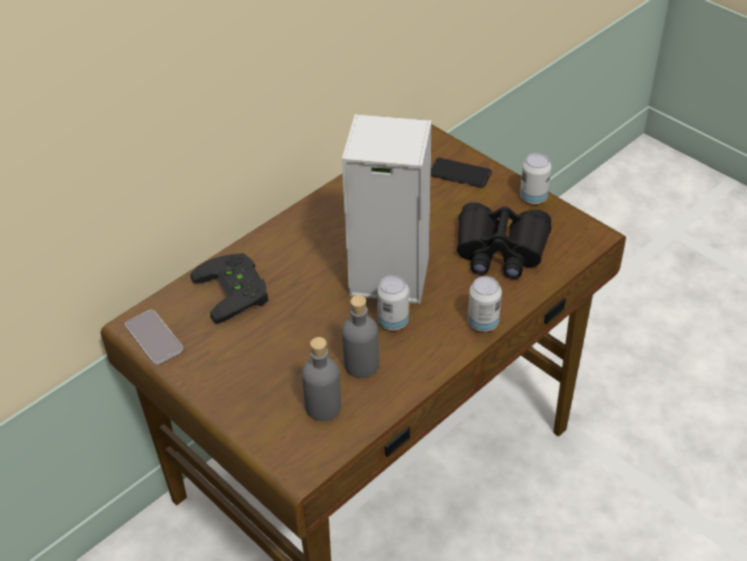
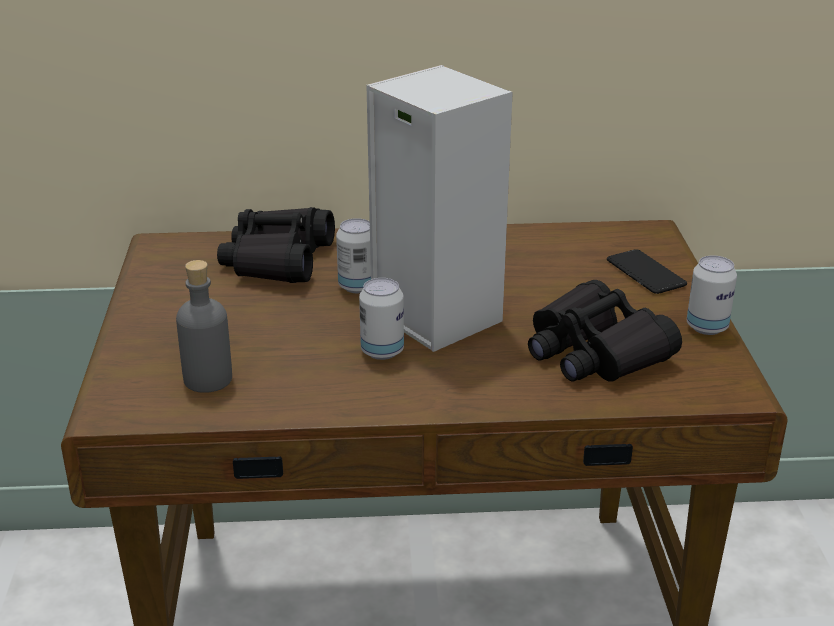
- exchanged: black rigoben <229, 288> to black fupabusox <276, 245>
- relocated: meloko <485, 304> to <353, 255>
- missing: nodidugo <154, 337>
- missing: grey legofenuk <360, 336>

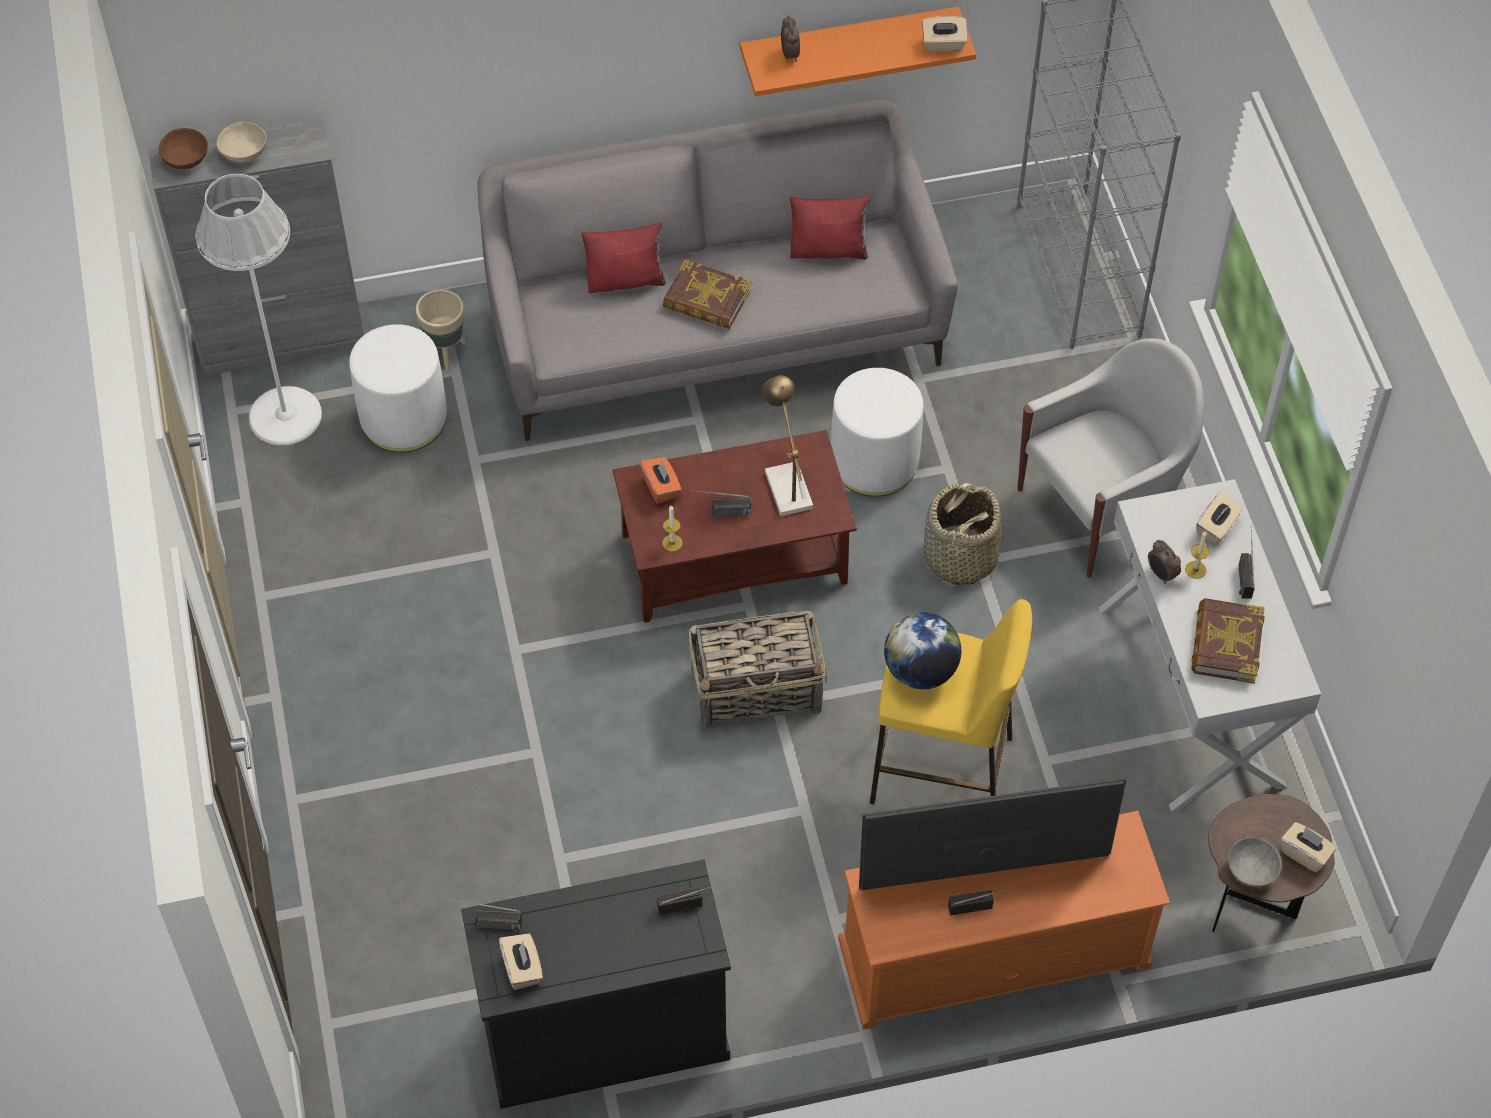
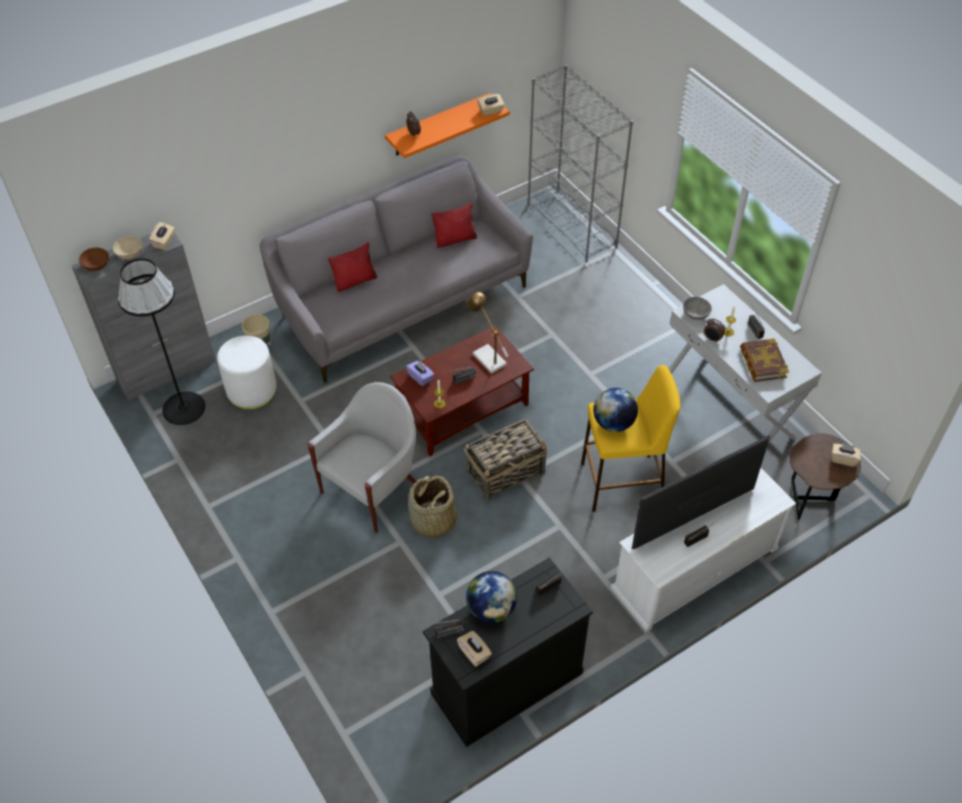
- colour: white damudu <258, 309> to black damudu <161, 341>
- relocated: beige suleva <1219, 518> to <162, 236>
- relocated: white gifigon <1111, 458> to <362, 457>
- colour: orange suleva <660, 480> to purple suleva <420, 373>
- relocated: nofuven <963, 535> to <432, 508>
- appeared: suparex <491, 597>
- colour: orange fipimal <1004, 920> to white fipimal <703, 550>
- relocated: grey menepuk <1255, 863> to <697, 308>
- missing: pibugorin <707, 294>
- missing: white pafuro <877, 432>

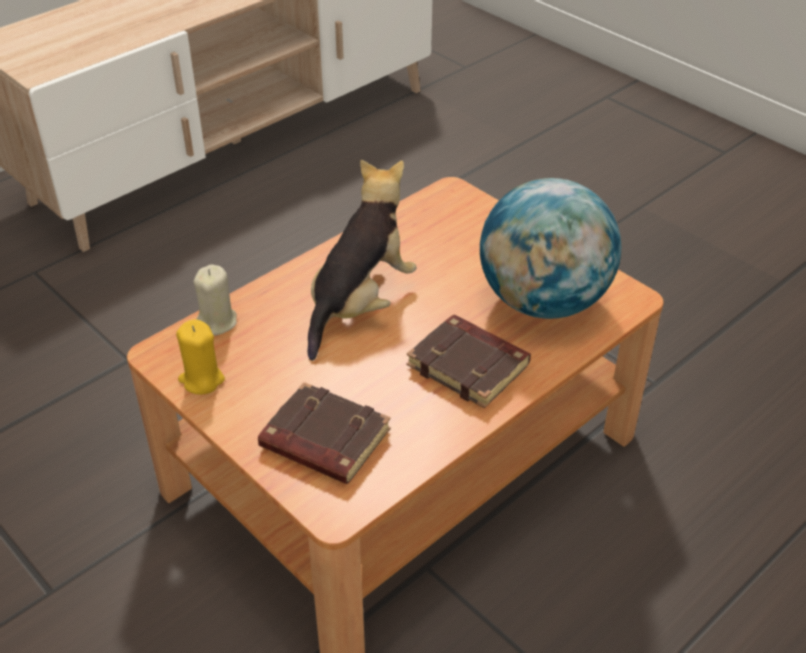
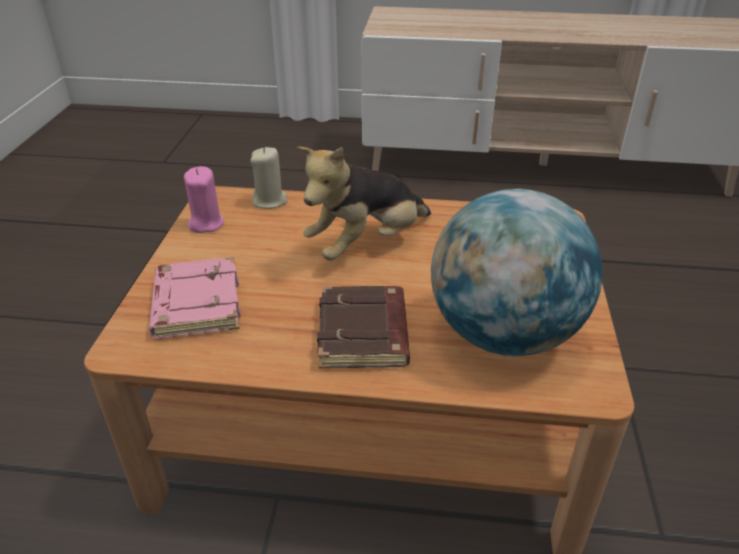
- colour: brown pibugorin <324, 433> to pink pibugorin <195, 298>
- colour: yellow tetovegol <200, 357> to pink tetovegol <204, 199>
- spun: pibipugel <362, 260> = <364, 204> 150 degrees clockwise

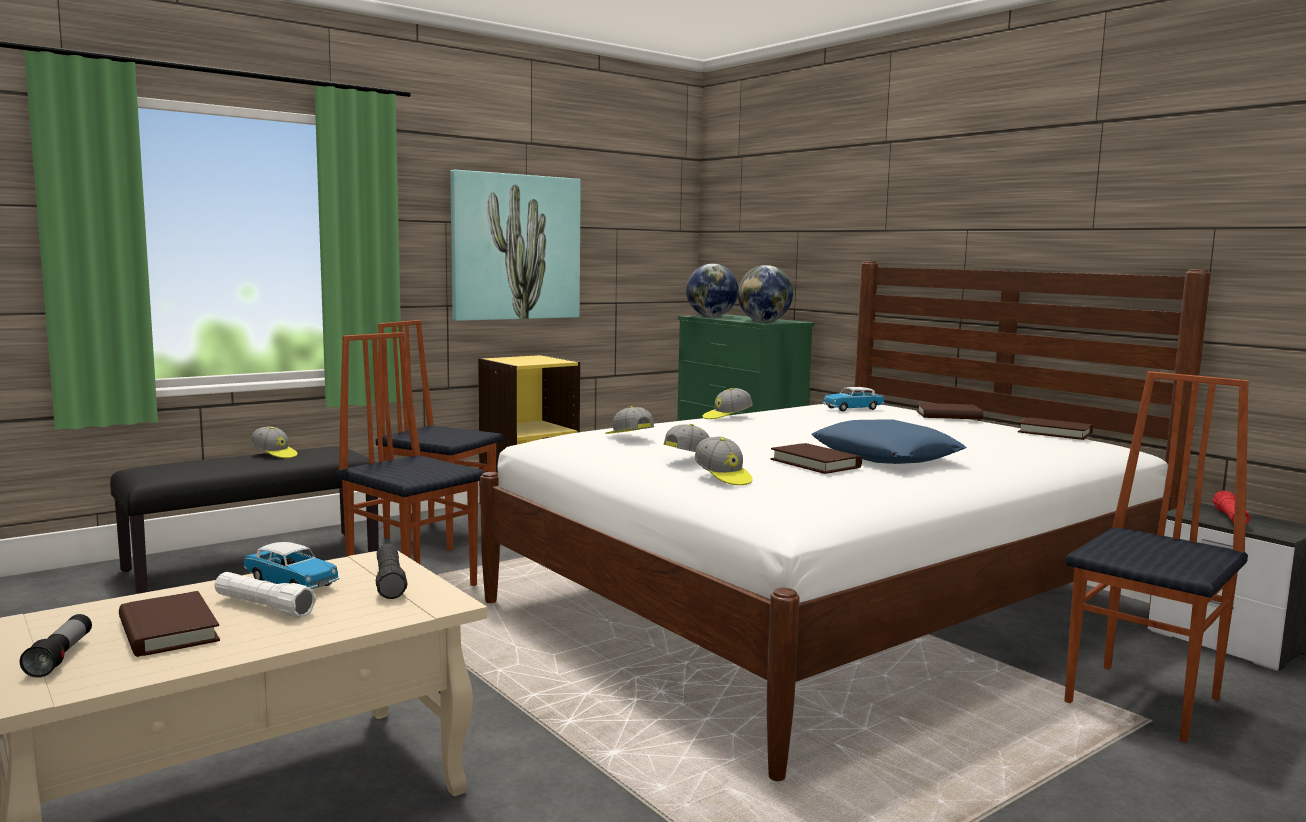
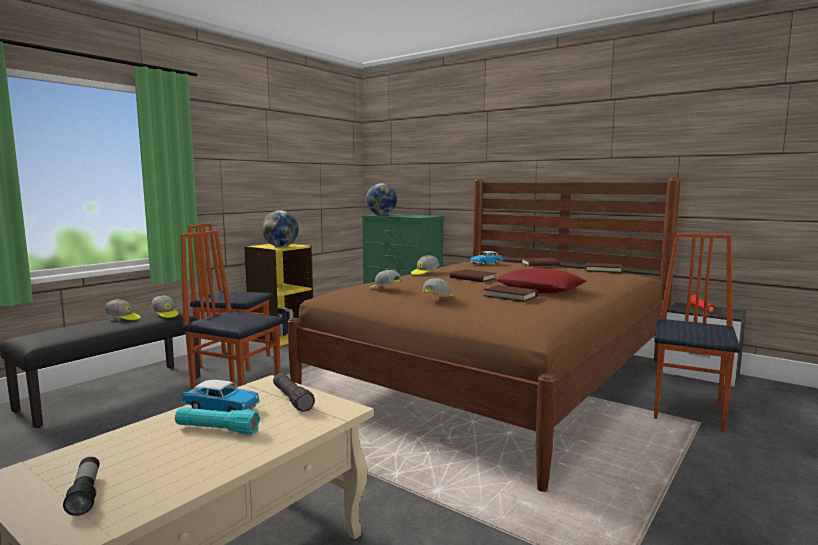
- relocated: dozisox <723, 460> to <165, 307>
- colour: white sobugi <265, 595> to turquoise sobugi <217, 420>
- relocated: suparex <765, 293> to <280, 228>
- colour: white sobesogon <845, 521> to brown sobesogon <484, 335>
- relocated: brown pibugorin <169, 624> to <473, 275>
- colour: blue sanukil <889, 441> to red sanukil <541, 280>
- missing: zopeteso <515, 245>

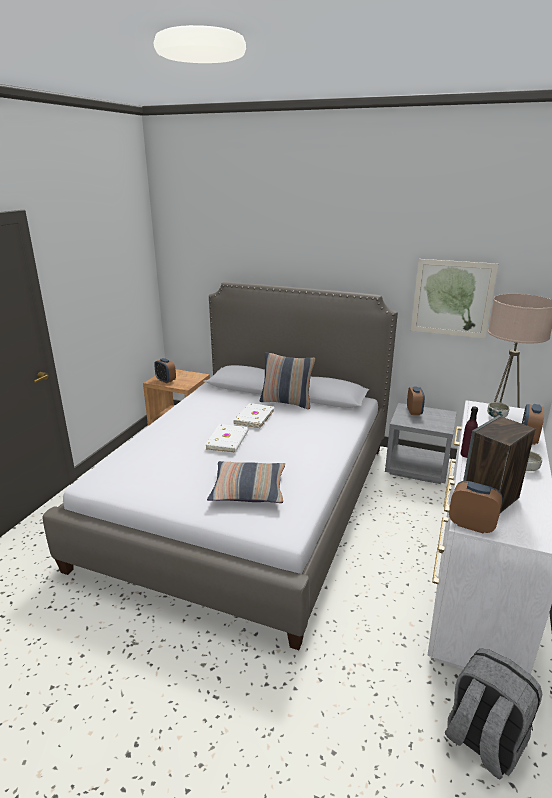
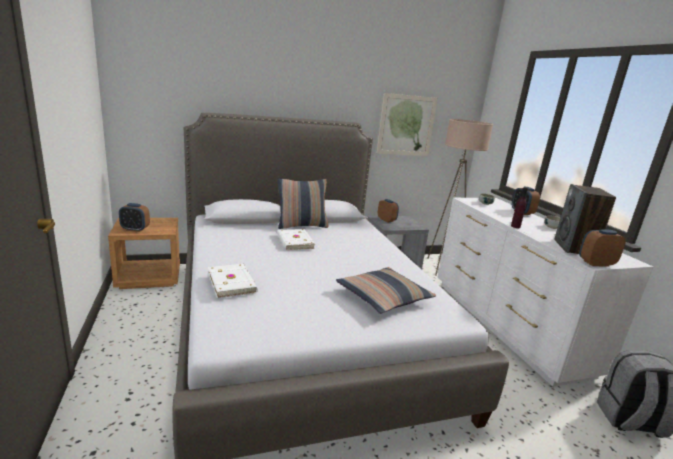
- relocated: white pibugorin <227, 438> to <233, 281>

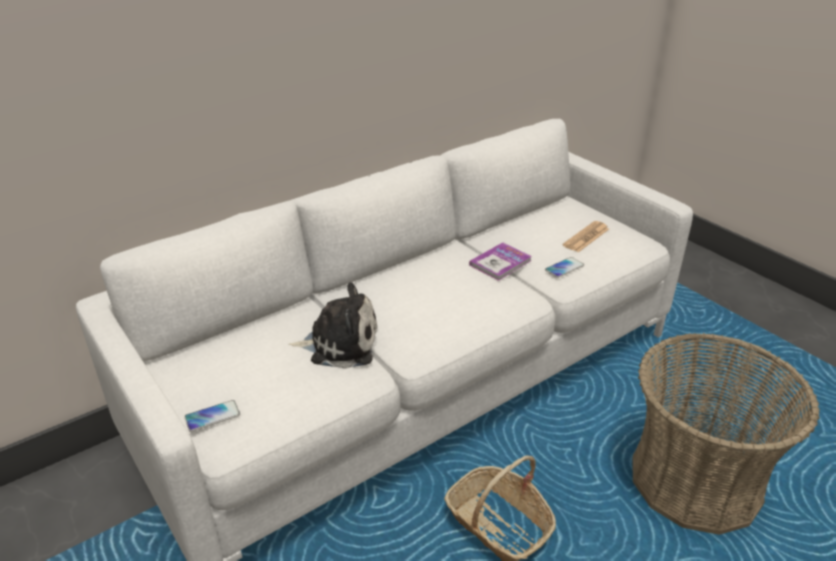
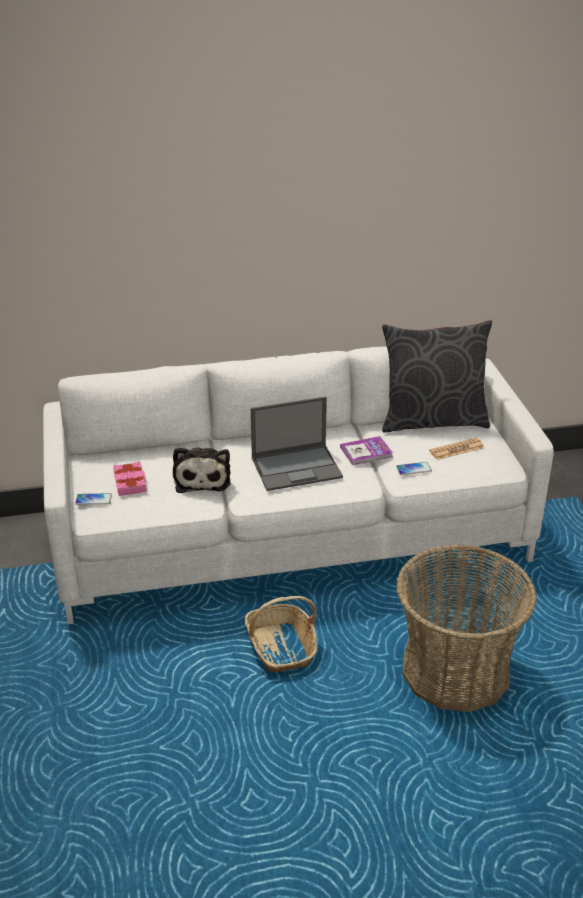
- appeared: pink pibugorin <130, 478>
- spun: pibipugel <332, 325> = <202, 470> 60 degrees clockwise
- appeared: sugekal <297, 443>
- appeared: grey sanukil <437, 376>

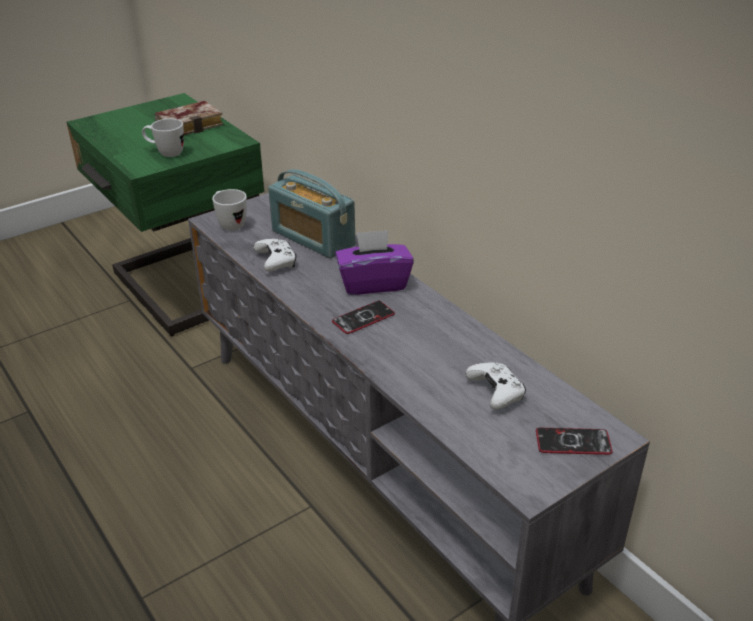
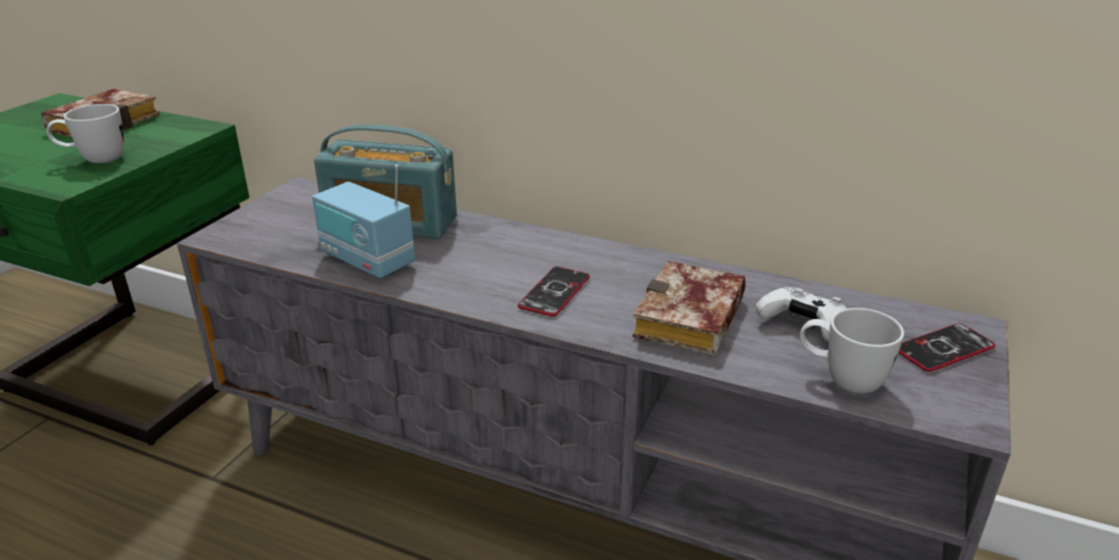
- exchanged: white rigoben <274, 255> to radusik <363, 222>
- appeared: pibugorin <689, 308>
- relocated: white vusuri <229, 210> to <852, 351>
- missing: purple suleva <374, 262>

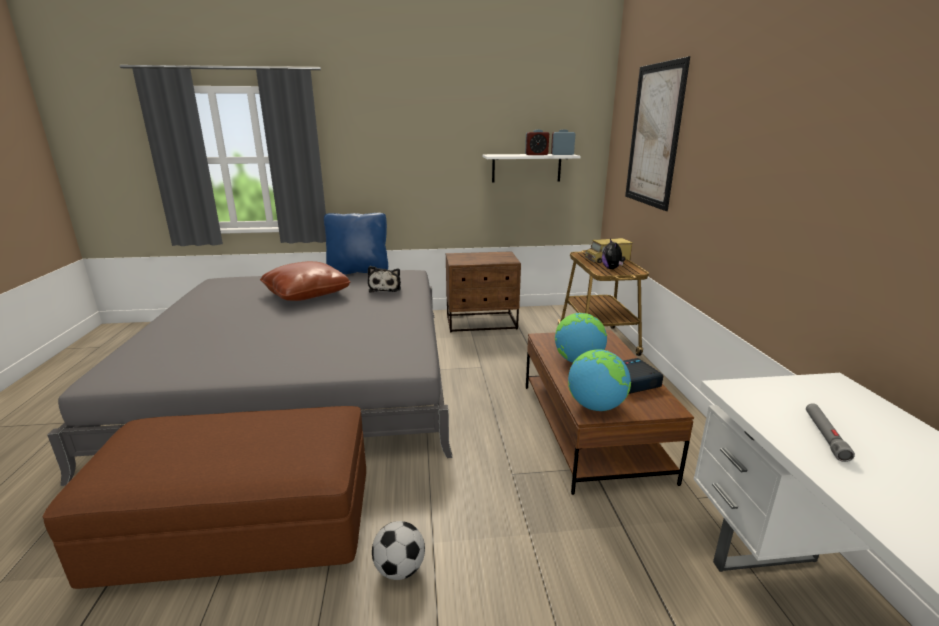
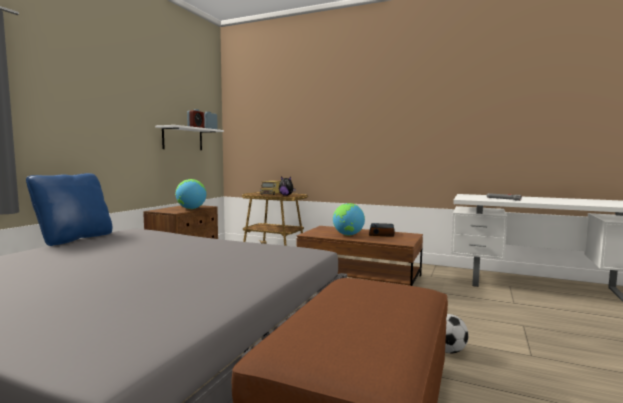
- relocated: suparex <599, 380> to <191, 194>
- missing: brown sanukil <305, 281>
- missing: pibipugel <384, 279>
- missing: zopeteso <657, 133>

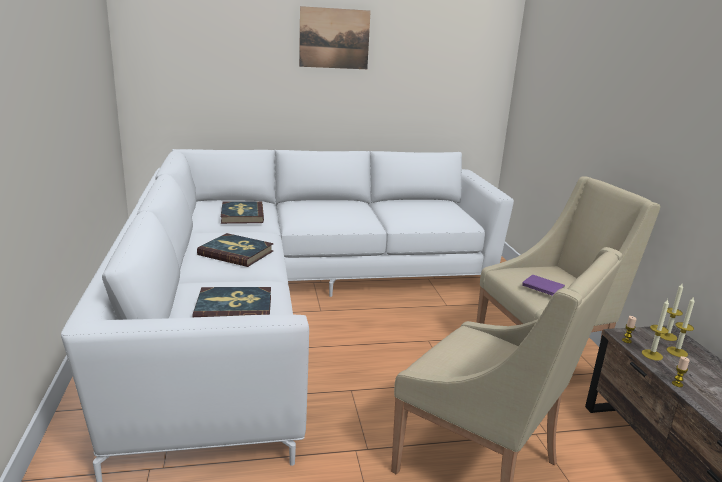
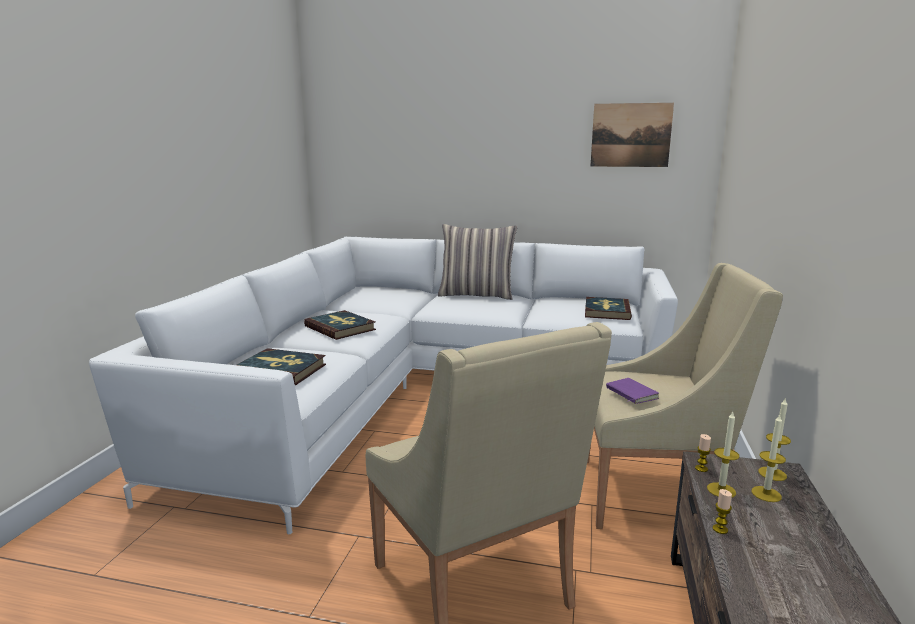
- appeared: sanukil <477, 262>
- relocated: pibugorin <242, 212> to <608, 308>
- relocated: zopeteso <335, 37> to <632, 135>

